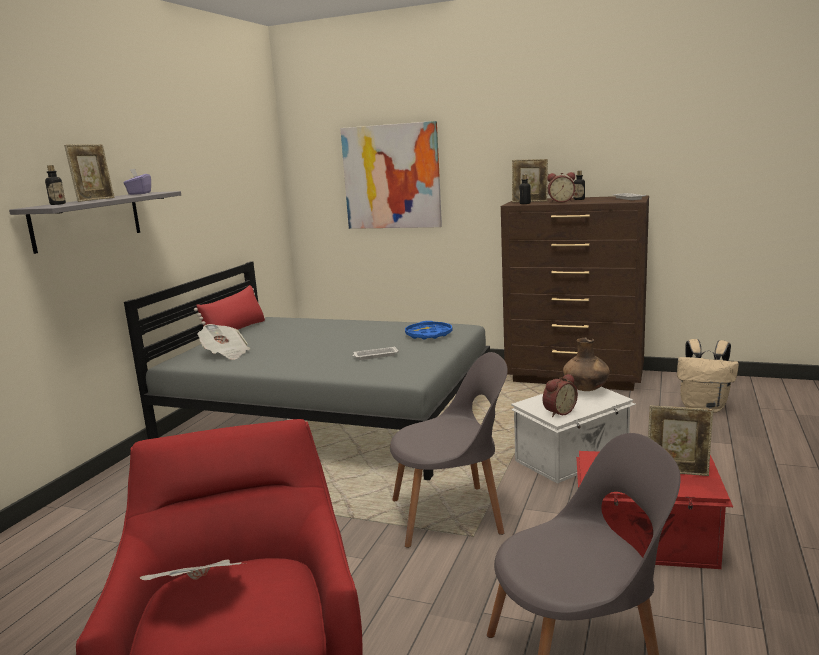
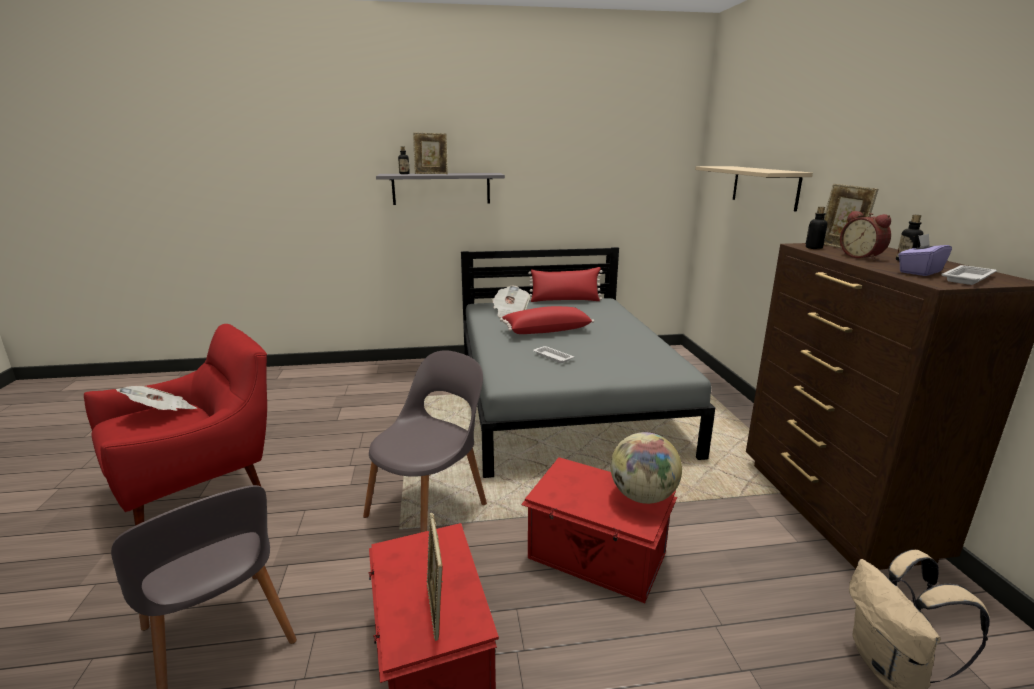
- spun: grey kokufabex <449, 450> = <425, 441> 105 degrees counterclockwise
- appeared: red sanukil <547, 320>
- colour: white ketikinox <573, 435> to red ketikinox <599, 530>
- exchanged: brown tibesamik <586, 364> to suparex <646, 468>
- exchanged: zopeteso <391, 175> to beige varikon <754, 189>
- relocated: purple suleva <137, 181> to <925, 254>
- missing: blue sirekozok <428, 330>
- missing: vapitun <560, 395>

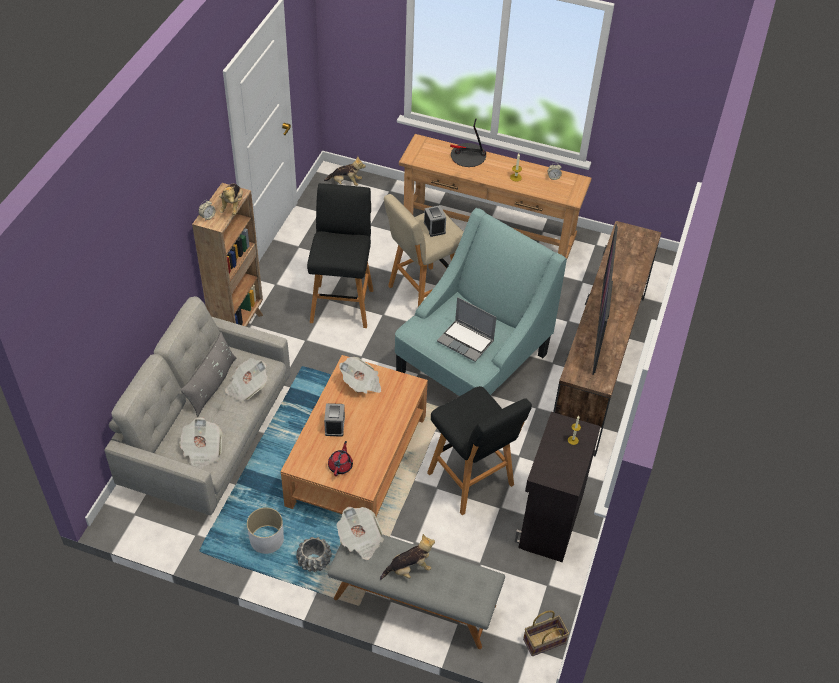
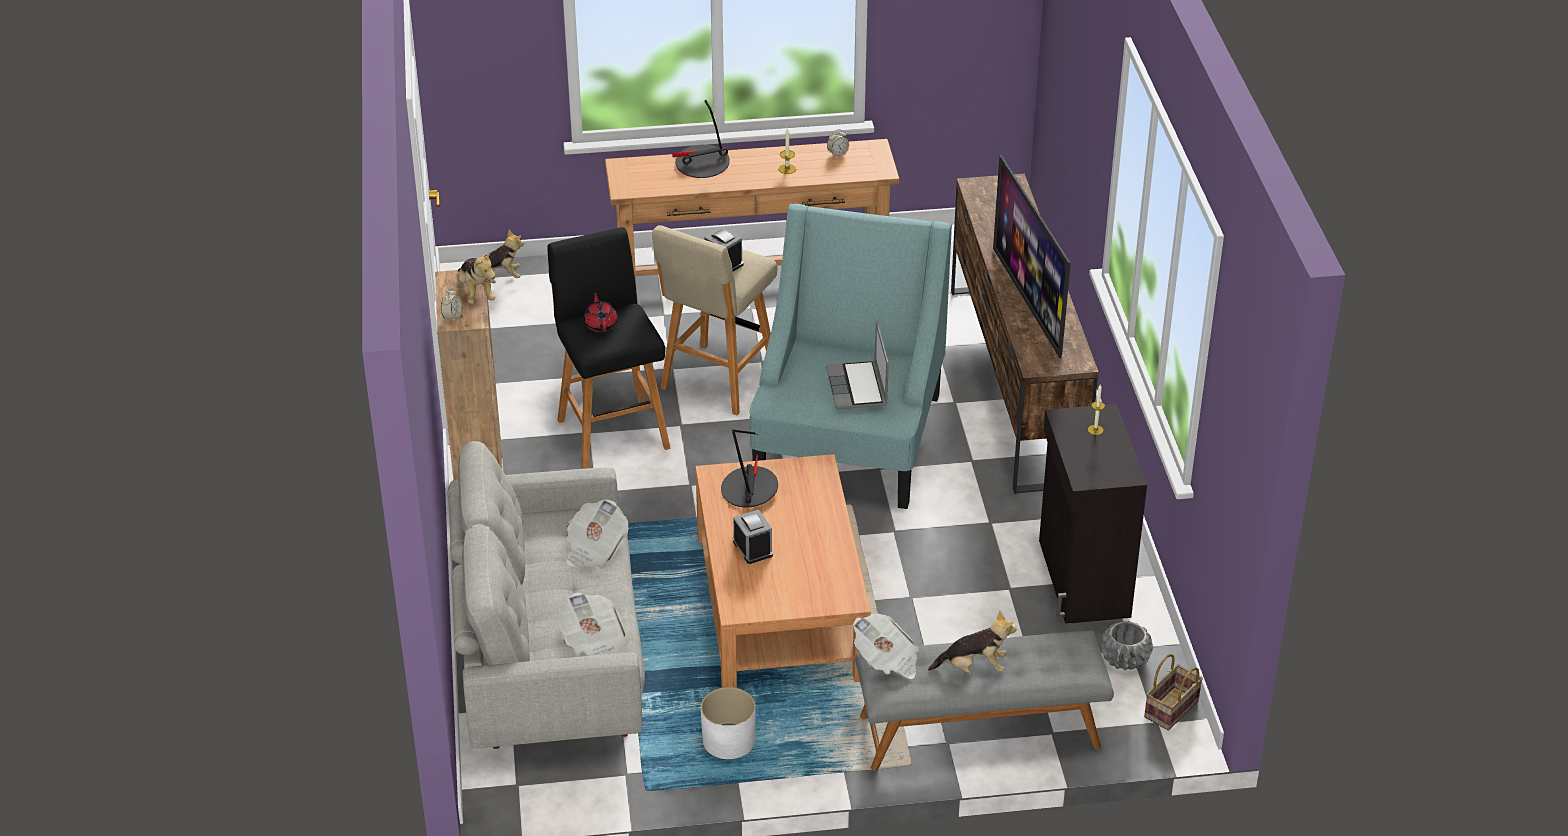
- relocated: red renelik <340, 458> to <601, 312>
- exchanged: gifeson <360, 375> to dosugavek <749, 468>
- spun: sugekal <467, 329> = <857, 365> 75 degrees clockwise
- spun: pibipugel <407, 557> = <972, 642> 45 degrees clockwise
- relocated: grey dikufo <314, 554> to <1127, 645>
- missing: grey sanukil <209, 374>
- missing: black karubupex <479, 450>

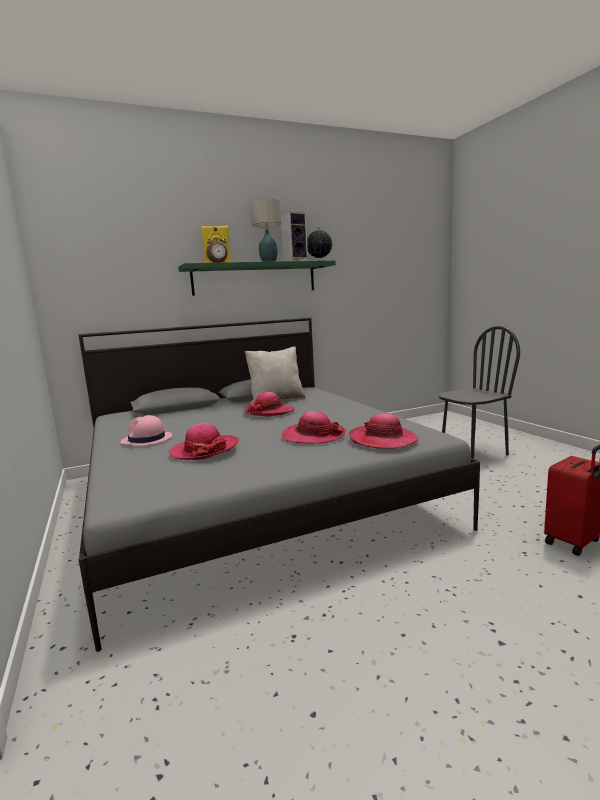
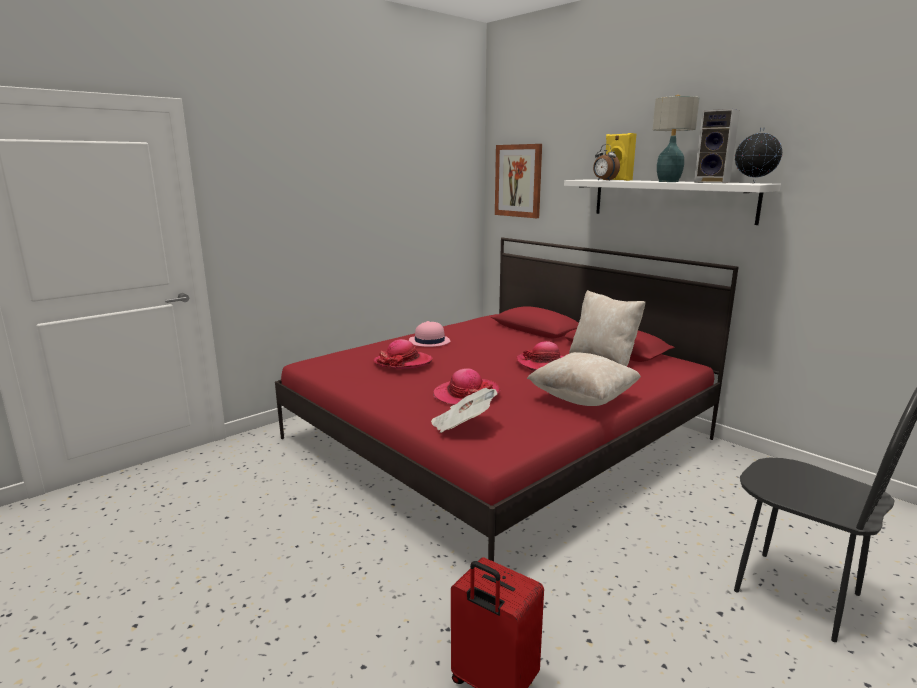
- colour: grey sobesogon <279, 485> to red sobesogon <506, 399>
- exchanged: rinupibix <383, 431> to gifeson <464, 410>
- appeared: zopeteso <518, 181>
- appeared: beige sanukil <584, 379>
- colour: green varikon <257, 278> to white varikon <672, 202>

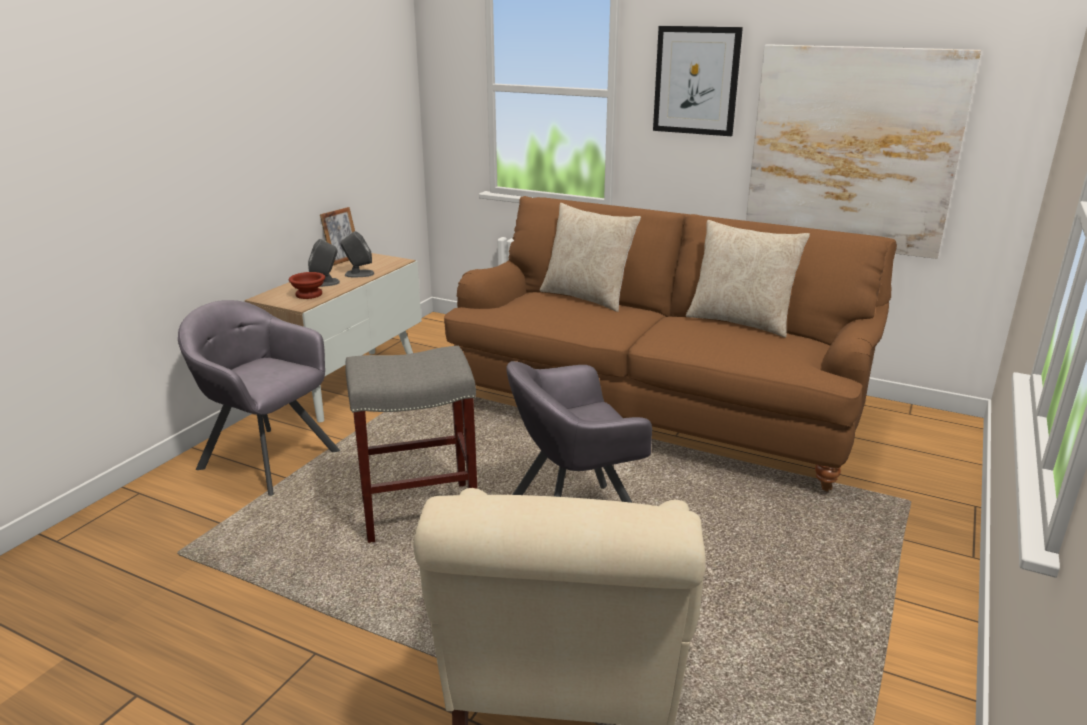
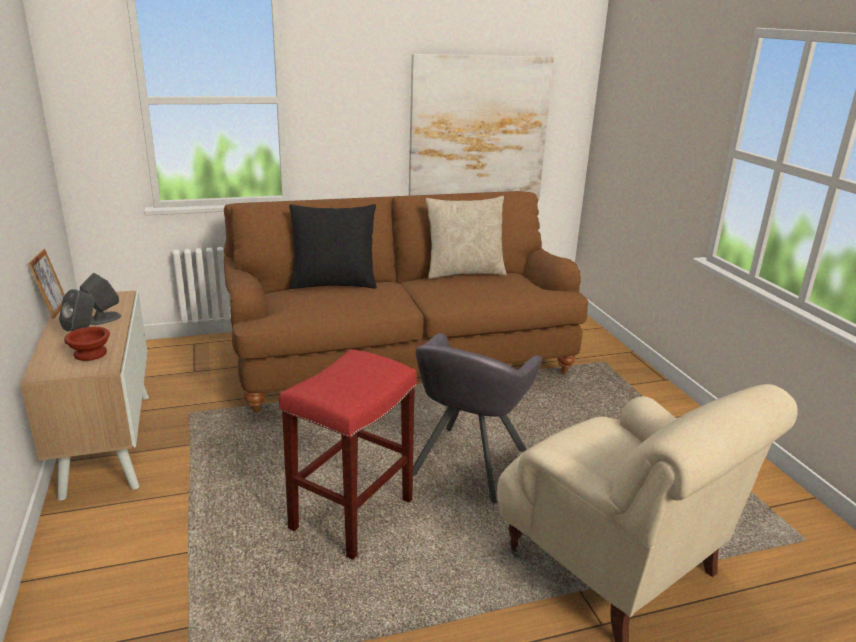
- colour: grey karubupex <411, 444> to red karubupex <348, 454>
- colour: beige sanukil <590, 257> to black sanukil <333, 246>
- missing: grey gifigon <259, 398>
- missing: zopeteso <698, 81>

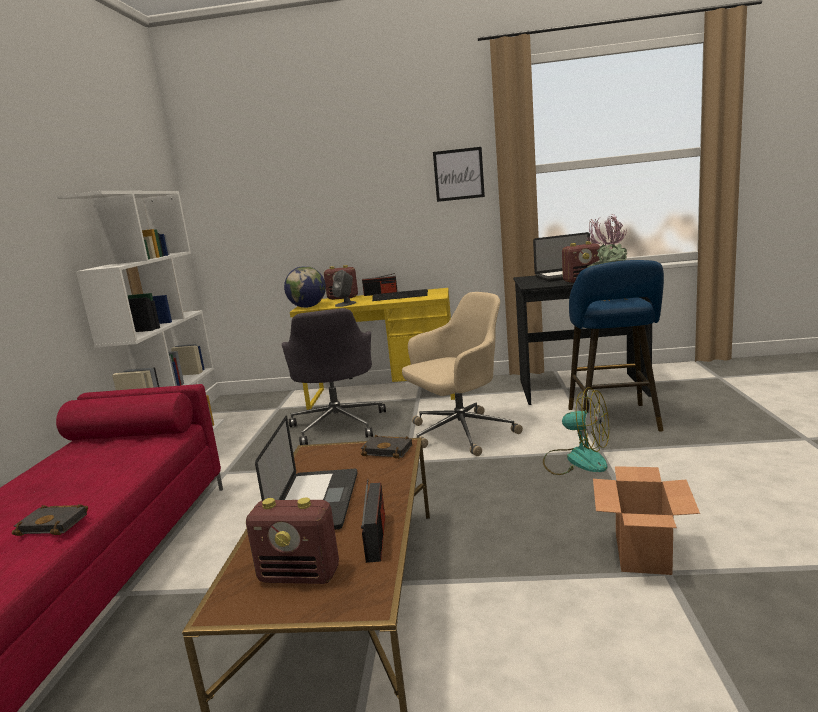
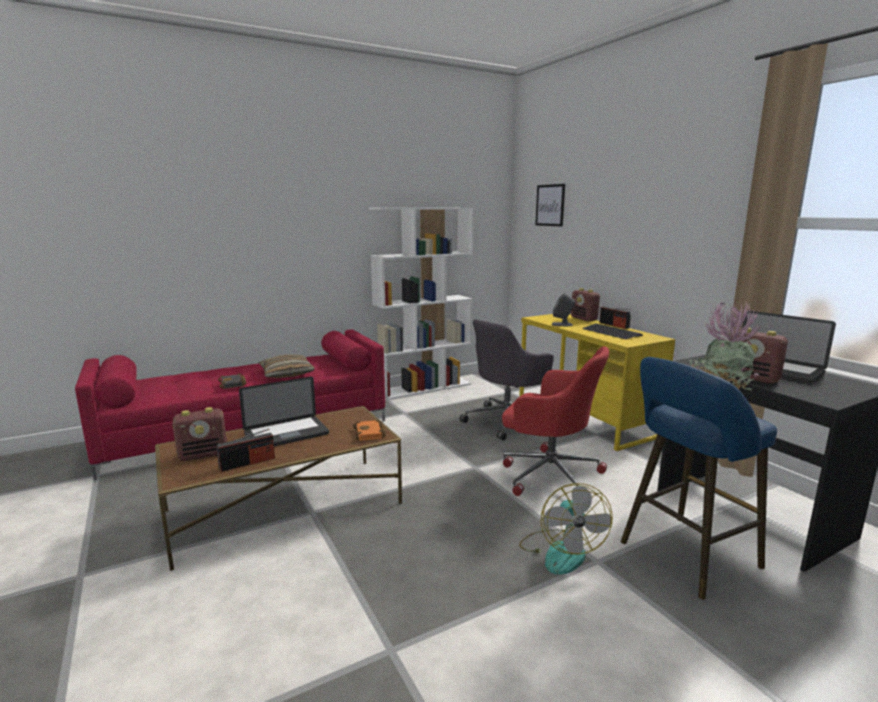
- spun: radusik <292, 541> = <199, 434> 90 degrees counterclockwise
- appeared: sanukil <287, 366>
- colour: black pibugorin <386, 447> to orange pibugorin <369, 430>
- colour: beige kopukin <462, 374> to red kopukin <555, 421>
- relocated: zopeteso <459, 174> to <550, 205>
- missing: suparex <305, 287>
- missing: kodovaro <646, 520>

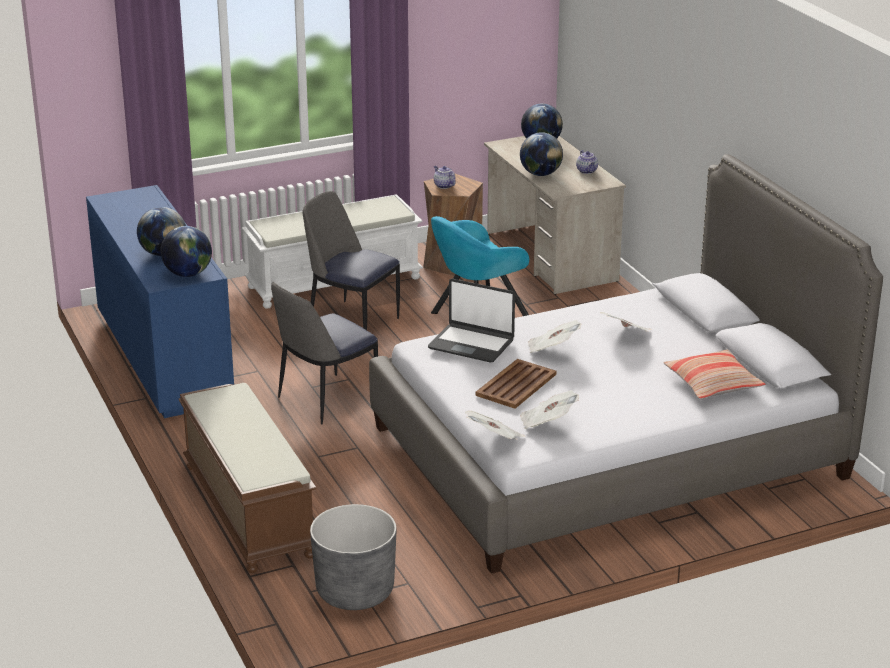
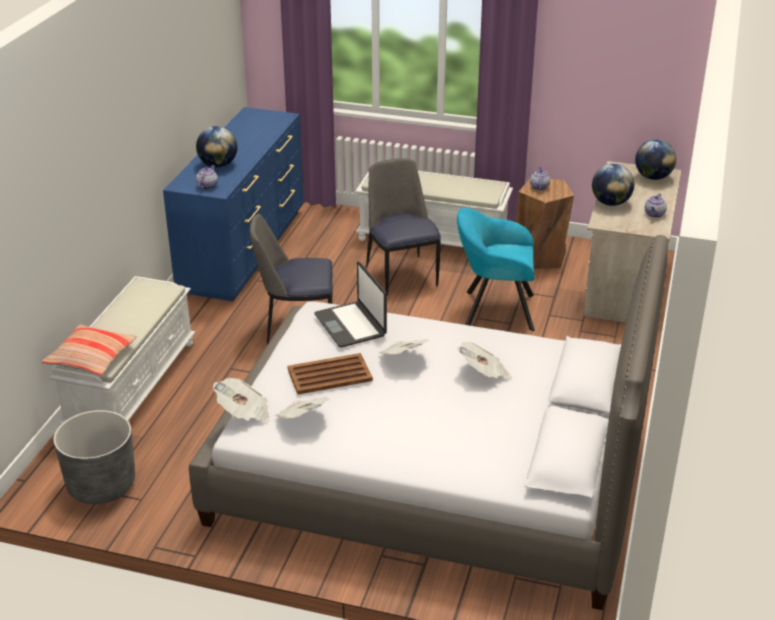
- relocated: sanukil <715, 374> to <89, 349>
- colour: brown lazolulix <248, 478> to white lazolulix <122, 350>
- exchanged: suparex <186, 251> to renelik <207, 177>

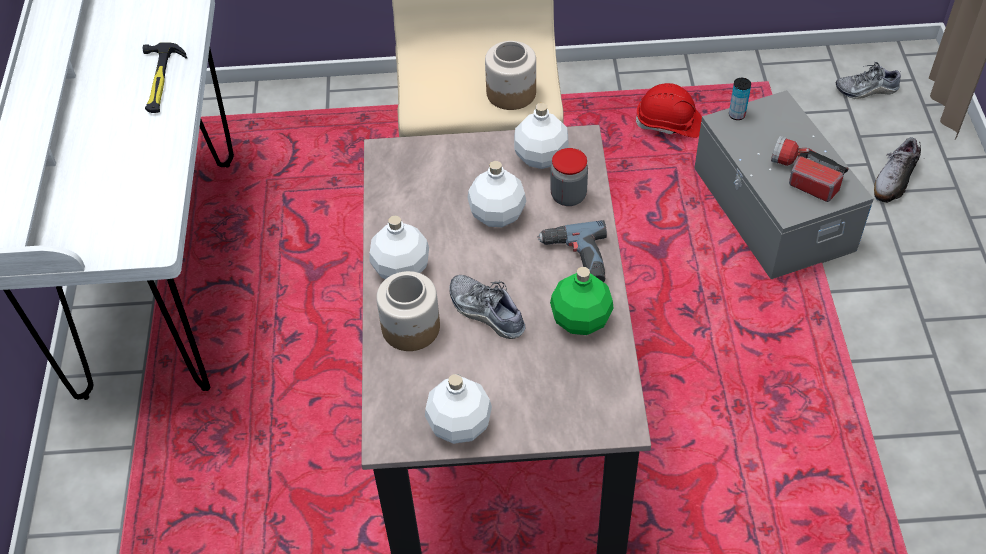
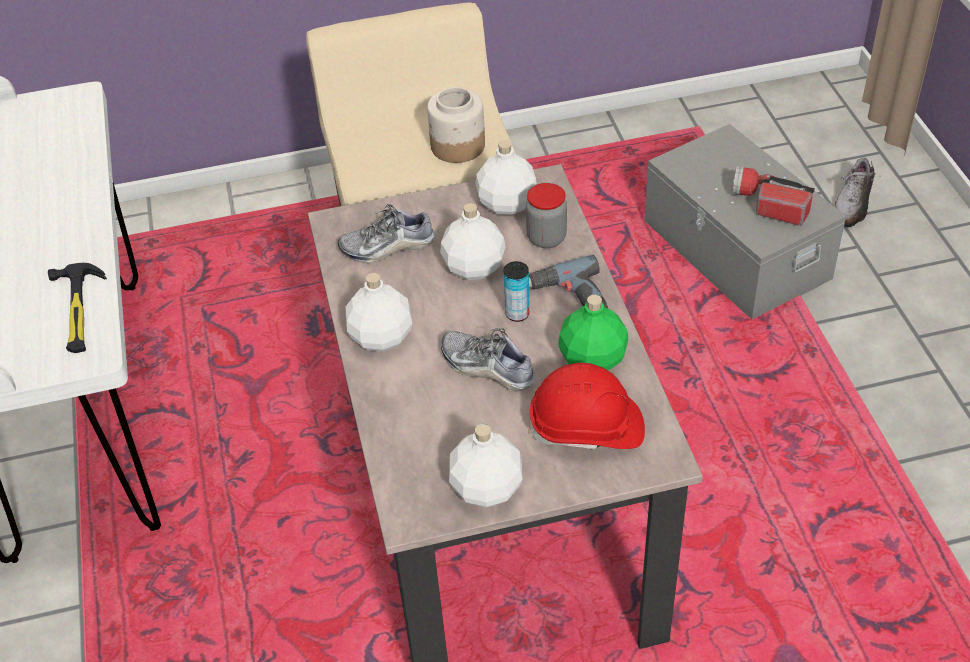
- relocated: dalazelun <165, 77> to <77, 308>
- relocated: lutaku <868, 80> to <386, 233>
- relocated: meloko <740, 99> to <517, 291>
- relocated: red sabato <668, 110> to <586, 406>
- missing: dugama <408, 311>

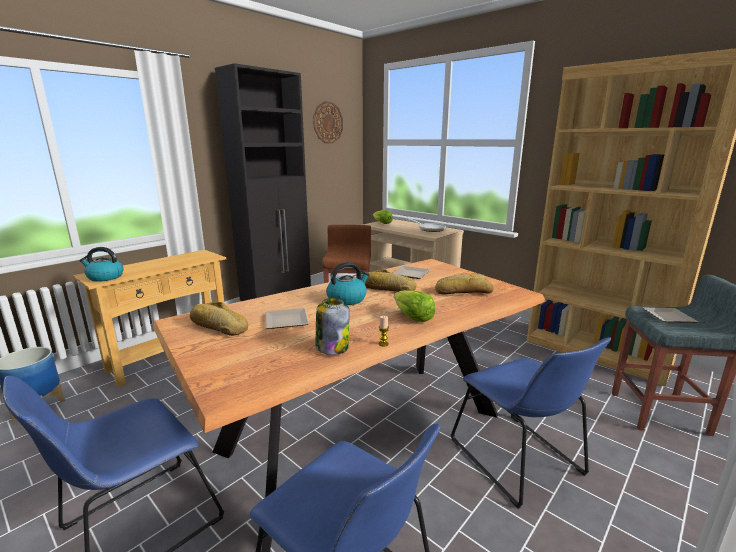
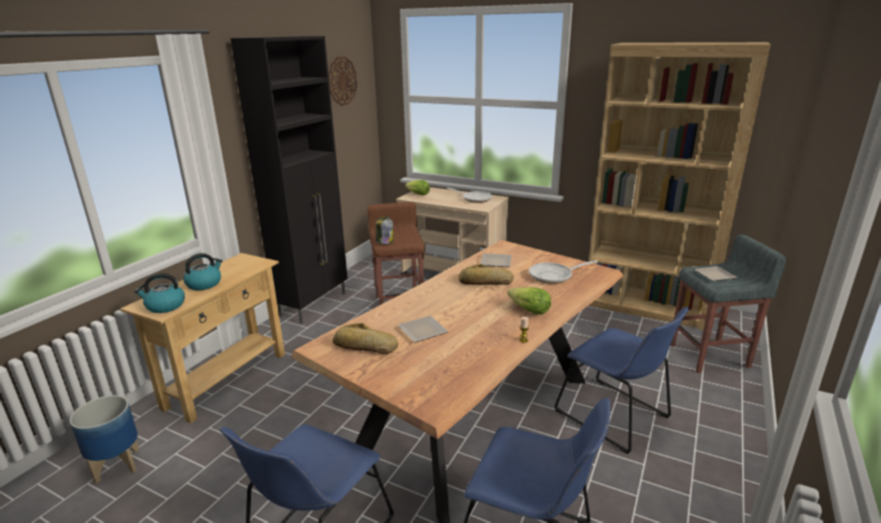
- relocated: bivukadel <348, 283> to <203, 271>
- relocated: dugama <333, 326> to <384, 230>
- exchanged: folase <464, 284> to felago <563, 272>

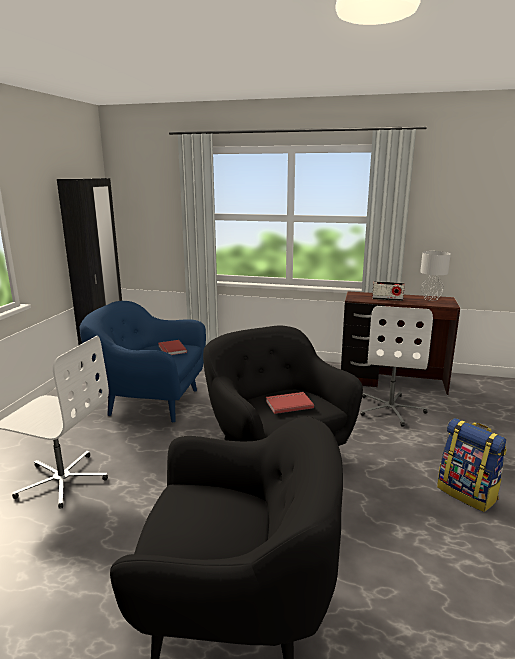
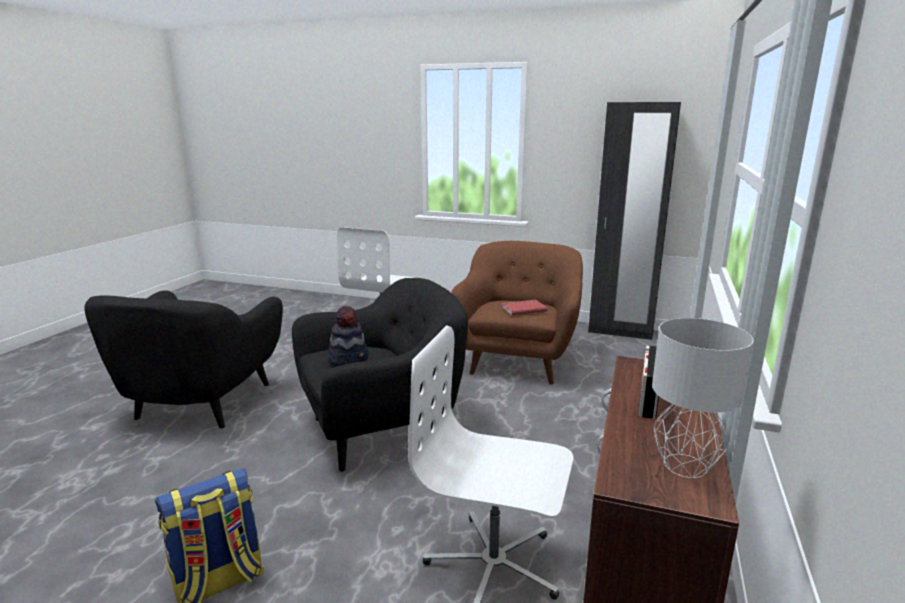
- exchanged: red pibugorin <290, 403> to rinupibix <348, 336>
- colour: blue gifigon <143, 361> to brown gifigon <517, 312>

